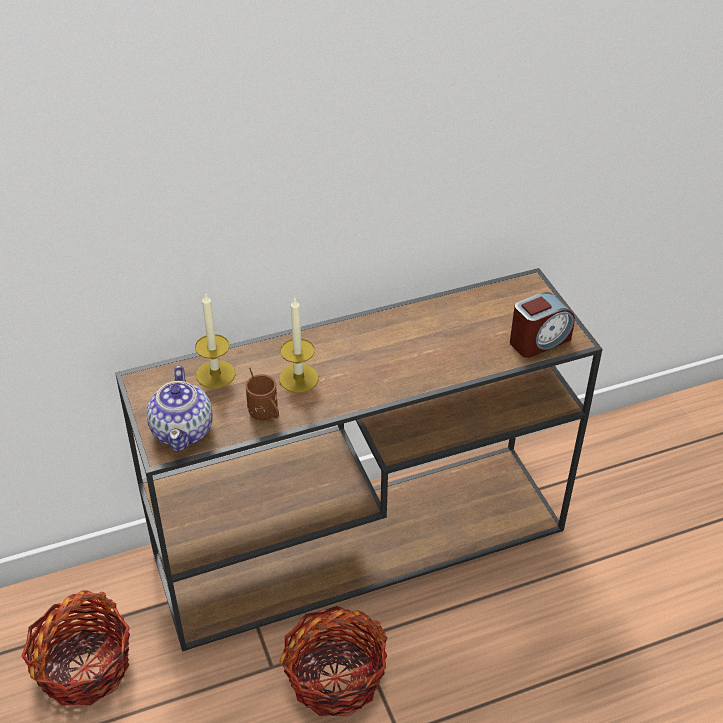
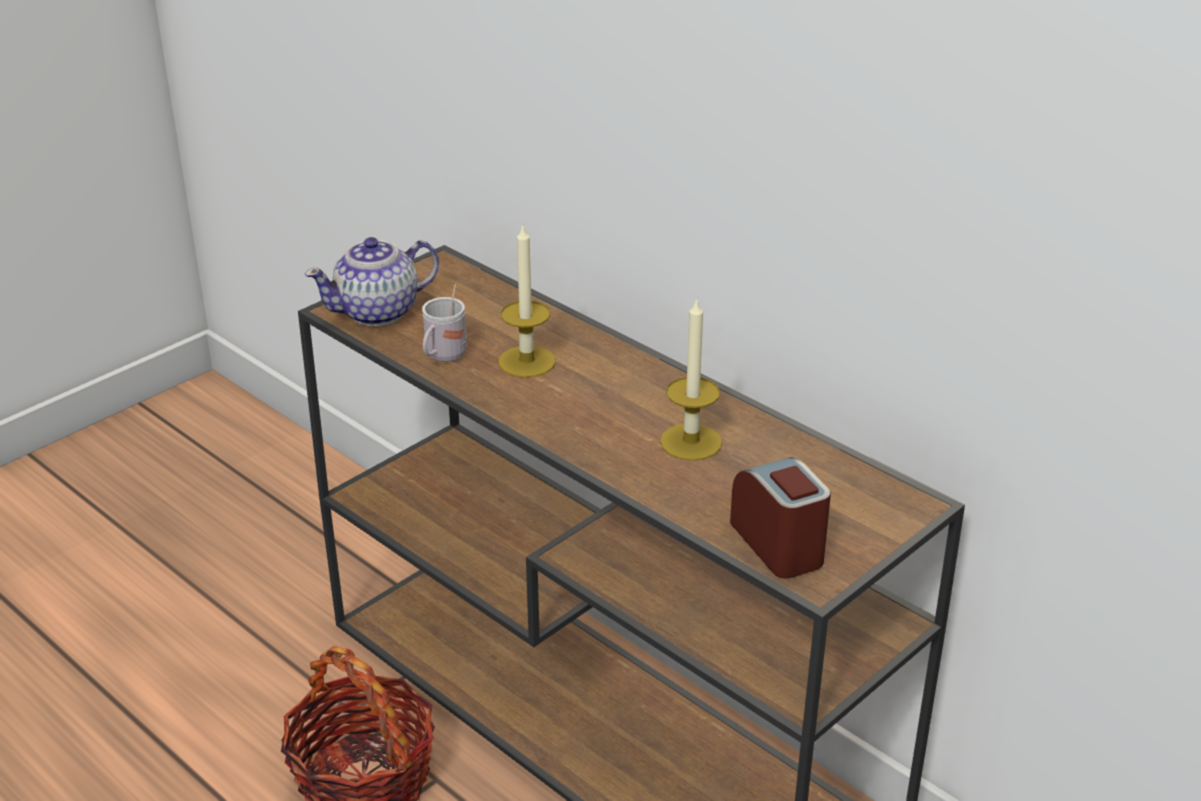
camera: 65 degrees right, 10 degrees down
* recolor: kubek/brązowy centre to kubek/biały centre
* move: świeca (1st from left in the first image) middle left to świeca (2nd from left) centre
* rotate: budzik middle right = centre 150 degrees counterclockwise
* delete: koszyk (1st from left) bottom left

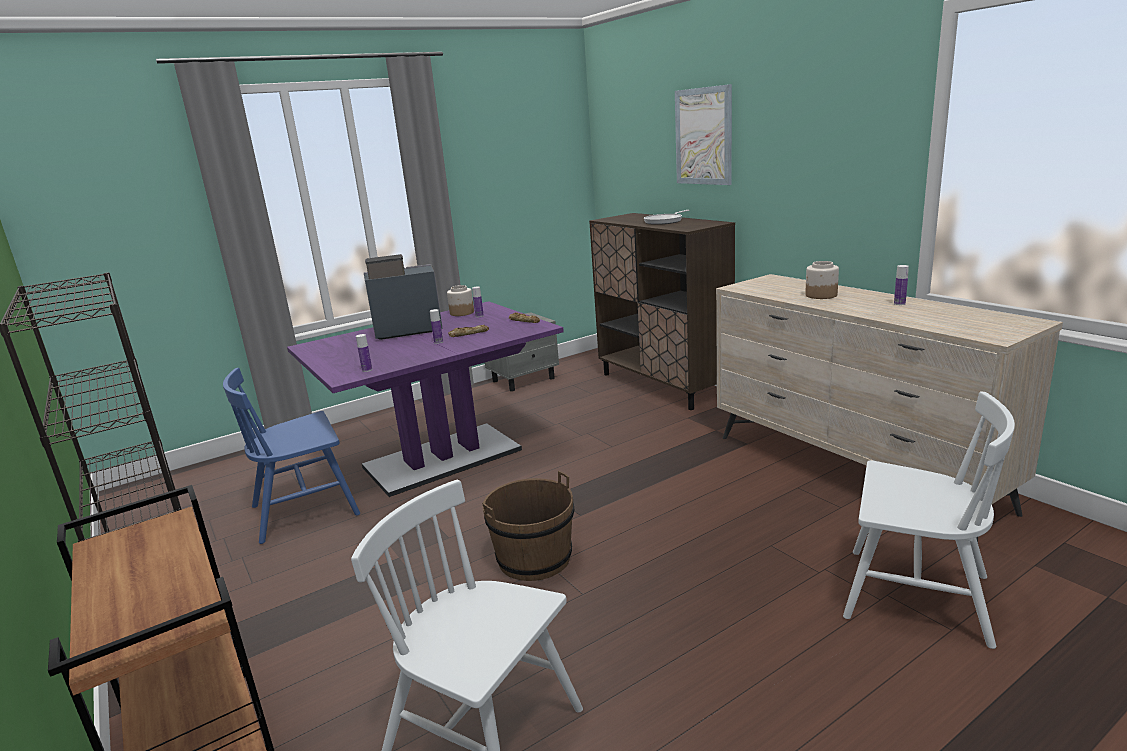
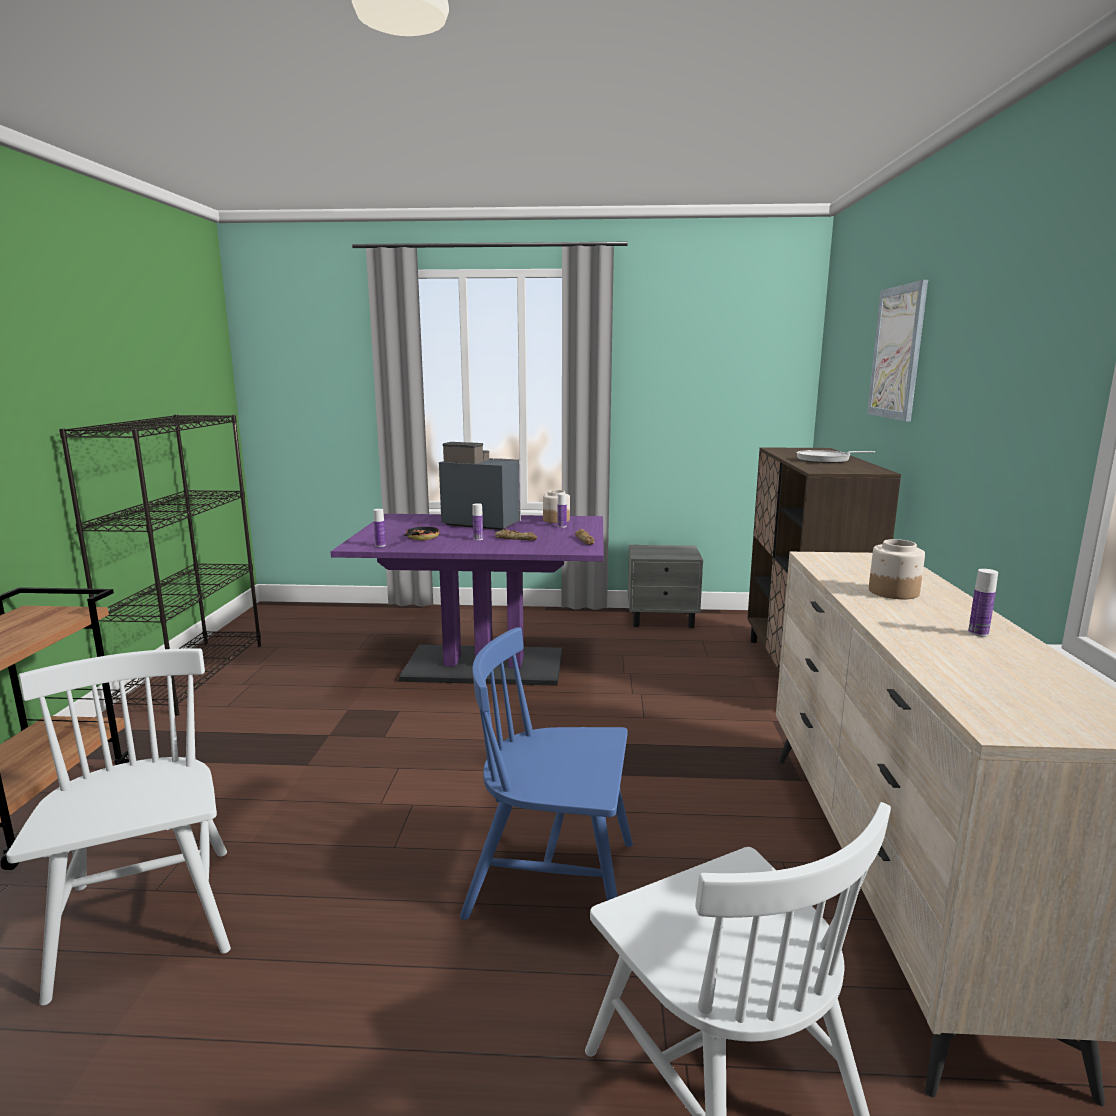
camera: 35 degrees right, 5 degrees down
* insert: patelnia (1st from left) centre
* move: krzesło/niebieski middle left to bottom centre
* delete: wiadro/brązowy bottom centre

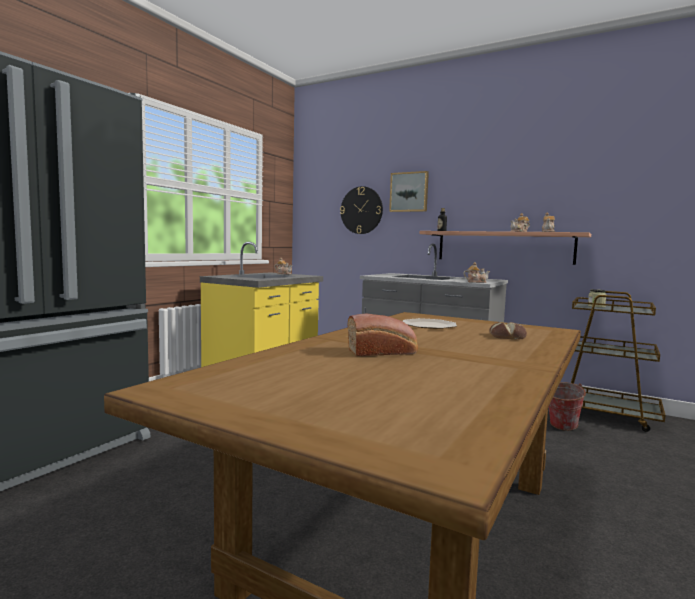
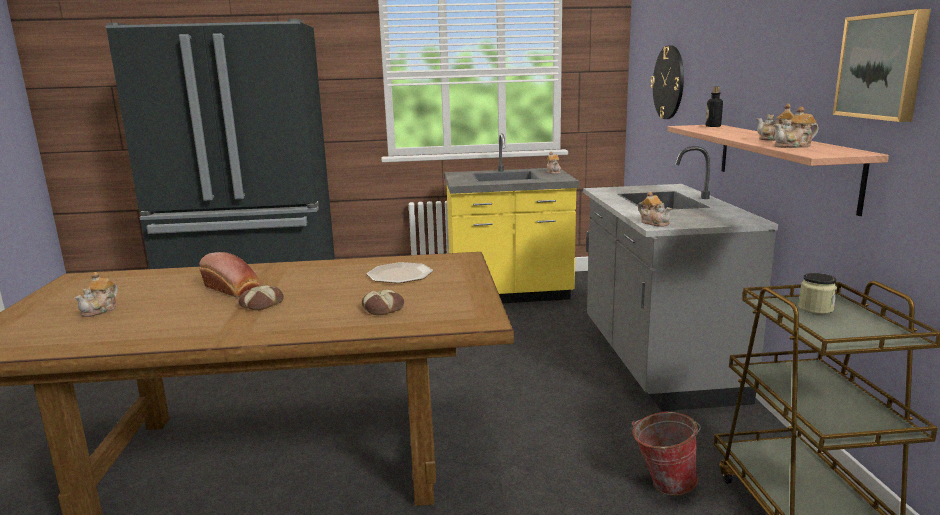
camera: 55 degrees right, 10 degrees up
* insert: imbryk (1st from left) middle left
* insert: chleb (2nd from left) middle left
* move: obraz top centre to top right

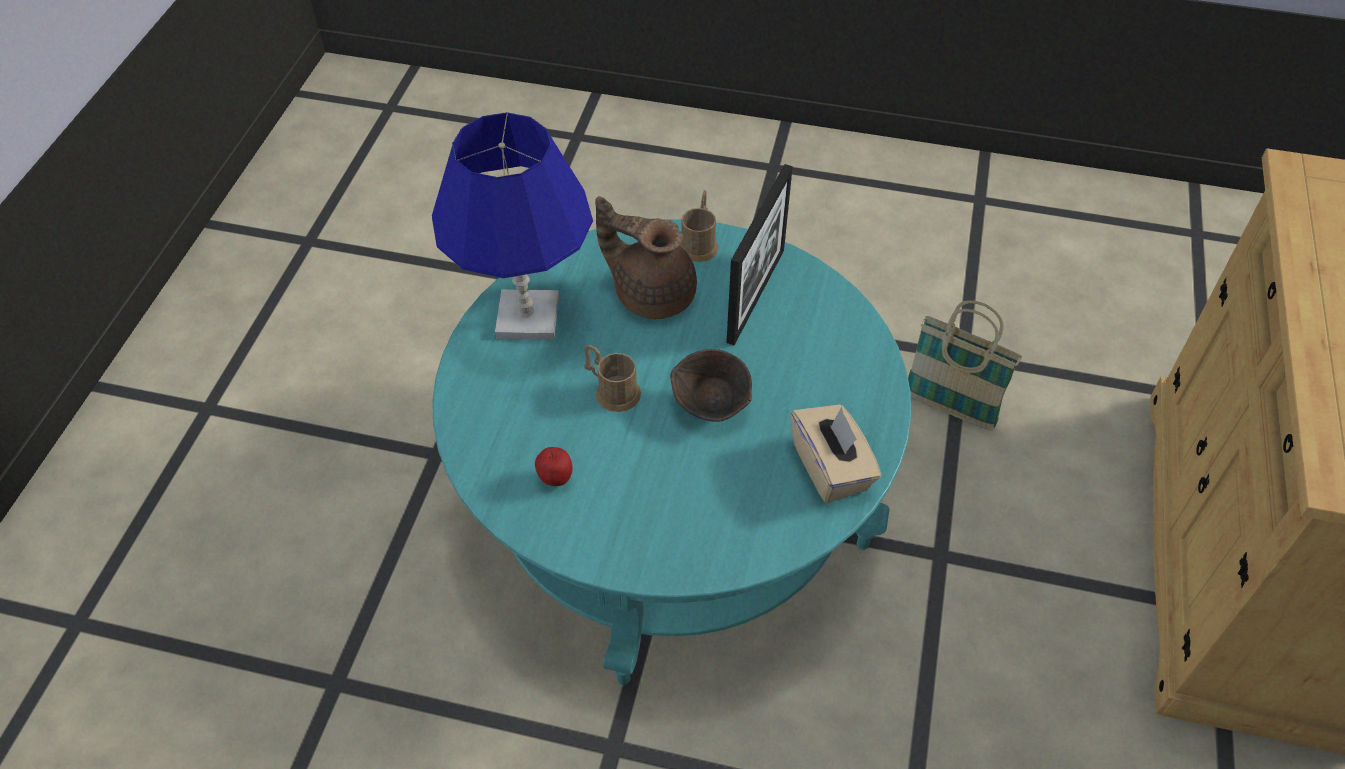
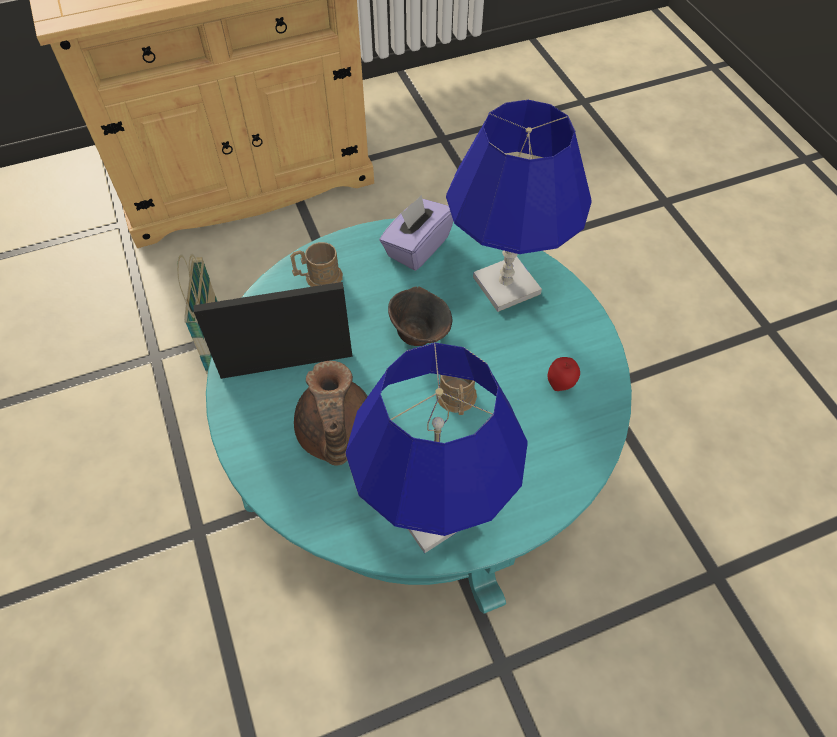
camera: 125 degrees left, 5 degrees up
* move: kubek/brązowy (2nd from left in the first image) top centre to kubek/brązowy (1st from left) centre
* recolor: pudełko chusteczek/beżowy centre to pudełko chusteczek/fioletowy top centre
* insert: lampa stołowa/niebieski (2nd from left) top centre

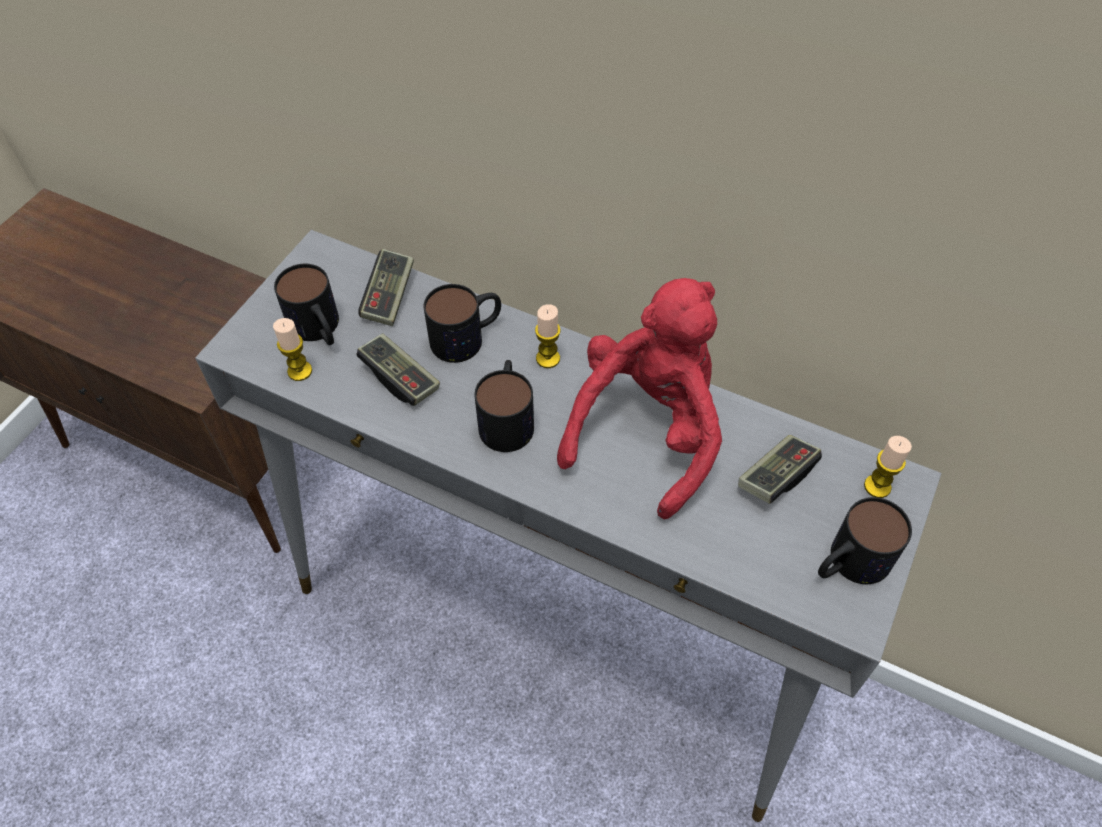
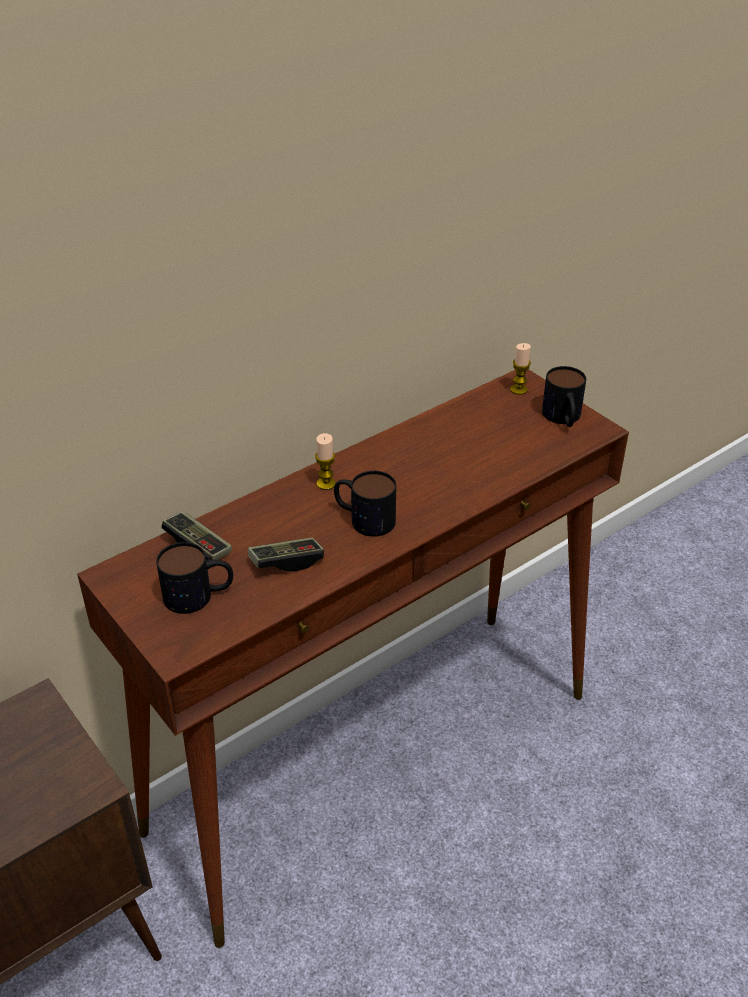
camera: 65 degrees left, 15 degrees down
* recolor: stolik konsolowy/szary centre to stolik konsolowy/brązowy centre
* delete: świeca (1st from left) middle left
* delete: kubek (2nd from left) centre
* delete: pluszak/czerwony centre
* delete: pad do gier (3rd from left) middle right

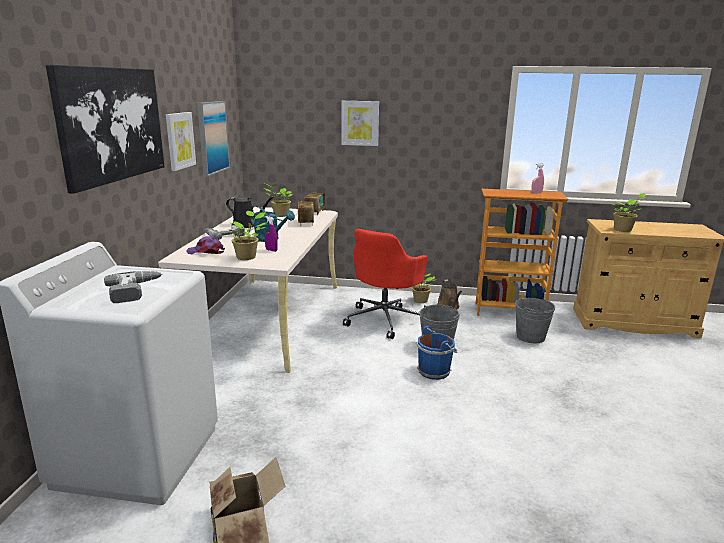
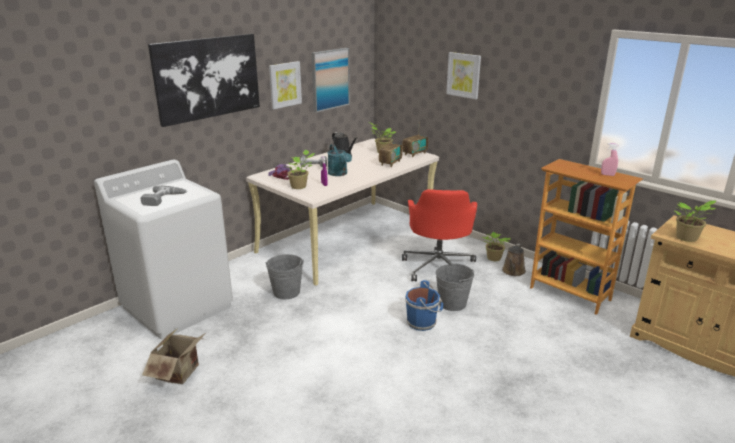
camera: 35 degrees right, 5 degrees up
* move: wiadro/szary (2nd from left in the first image) middle right to wiadro/szary (1st from left) centre
* rotate: krzesło biurowe/czerwony centre = centre 60 degrees counterclockwise

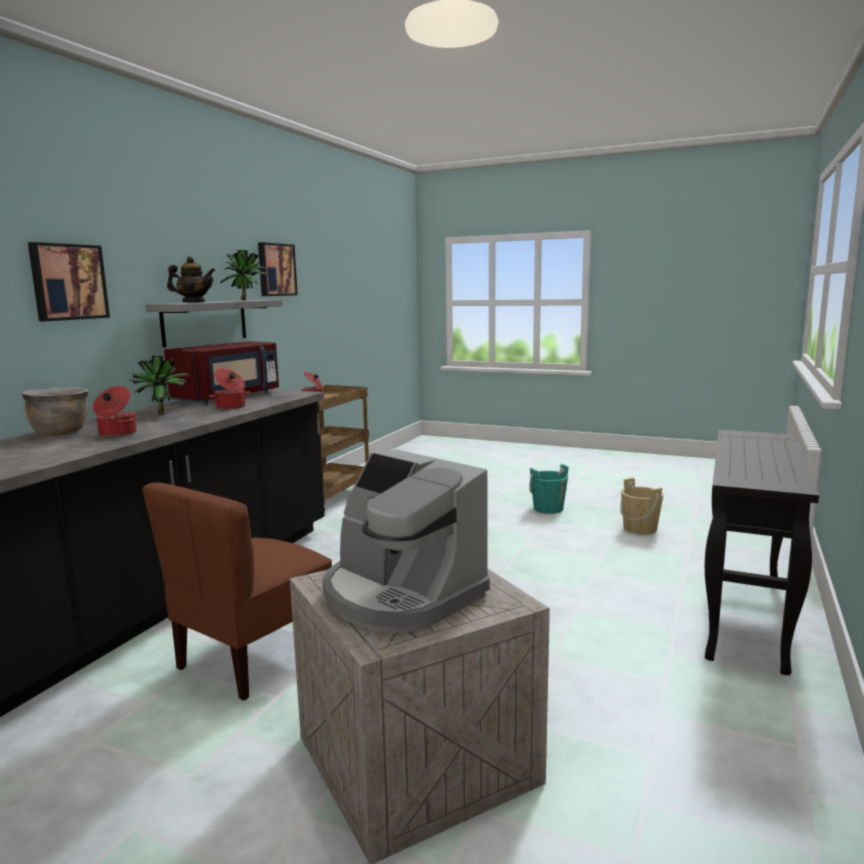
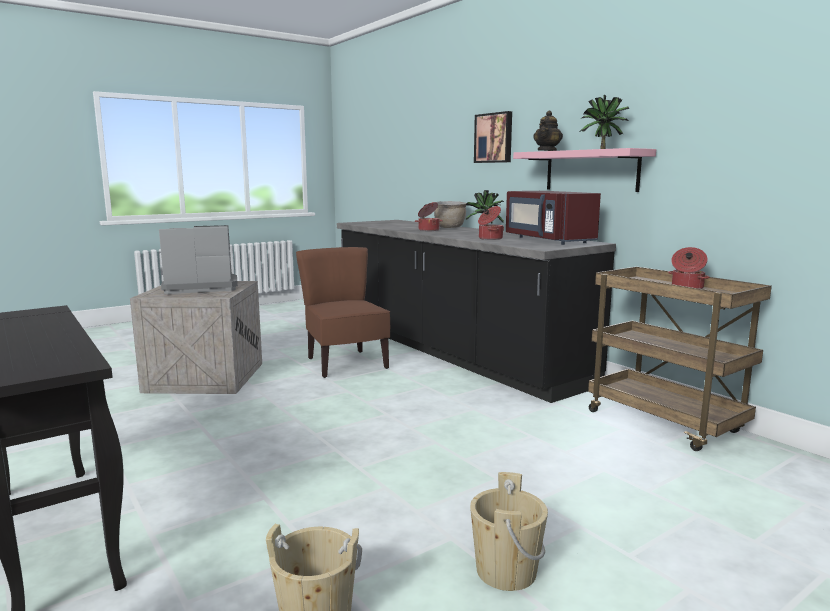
camera: 120 degrees right, 0 degrees up
* recolor: wiadro/turkusowy centre to wiadro/beżowy (2nd from left) bottom centre
* recolor: półka/szary middle left to półka/różowy top right
* delete: obraz (2nd from left) top left

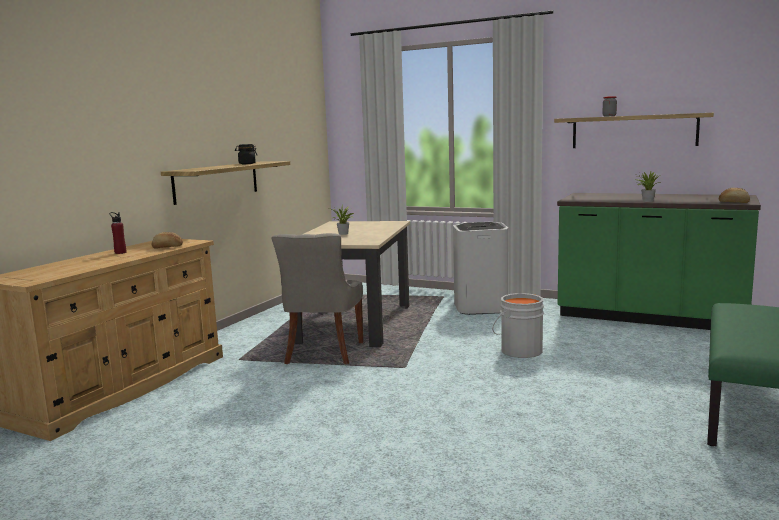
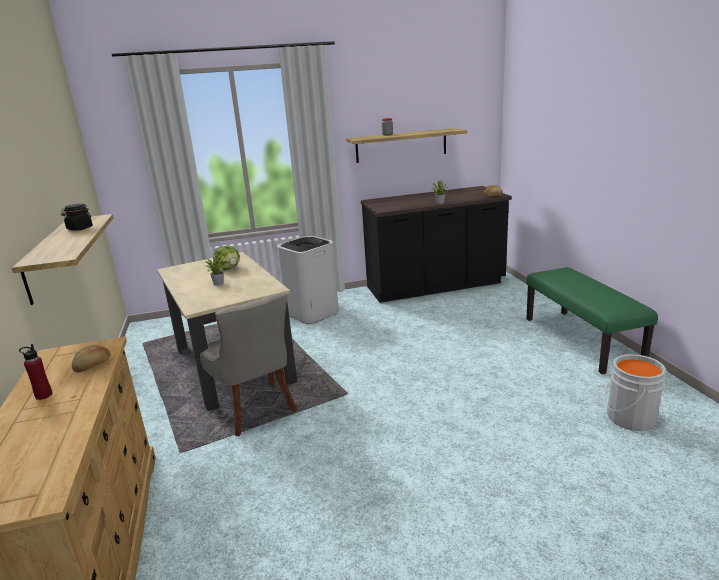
camera: 40 degrees left, 10 degrees up
* insert: sałata middle left
* recolor: zabudowa kuchenna/zielony middle right to zabudowa kuchenna/czarny centre
* move: wiadro/szary centre to bottom right

